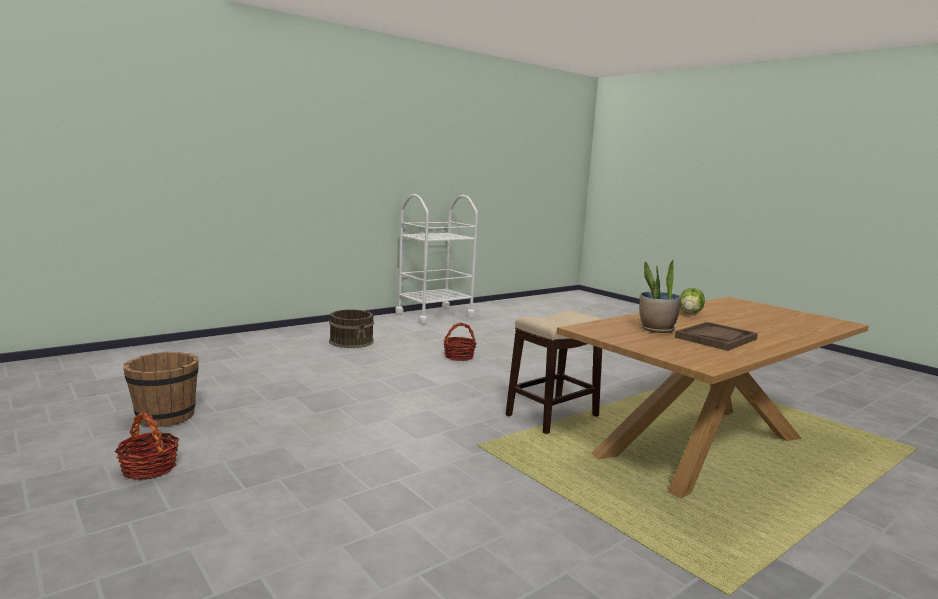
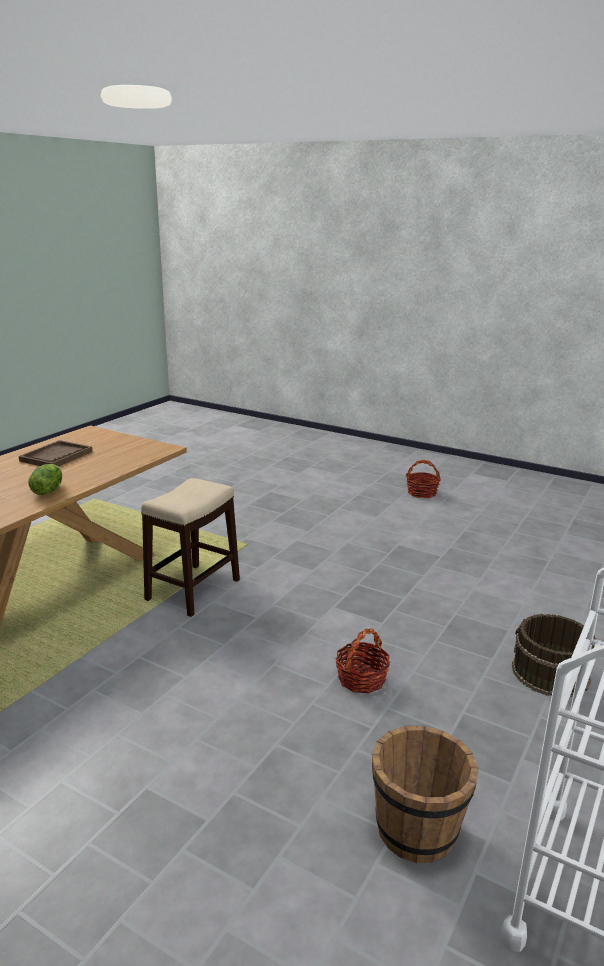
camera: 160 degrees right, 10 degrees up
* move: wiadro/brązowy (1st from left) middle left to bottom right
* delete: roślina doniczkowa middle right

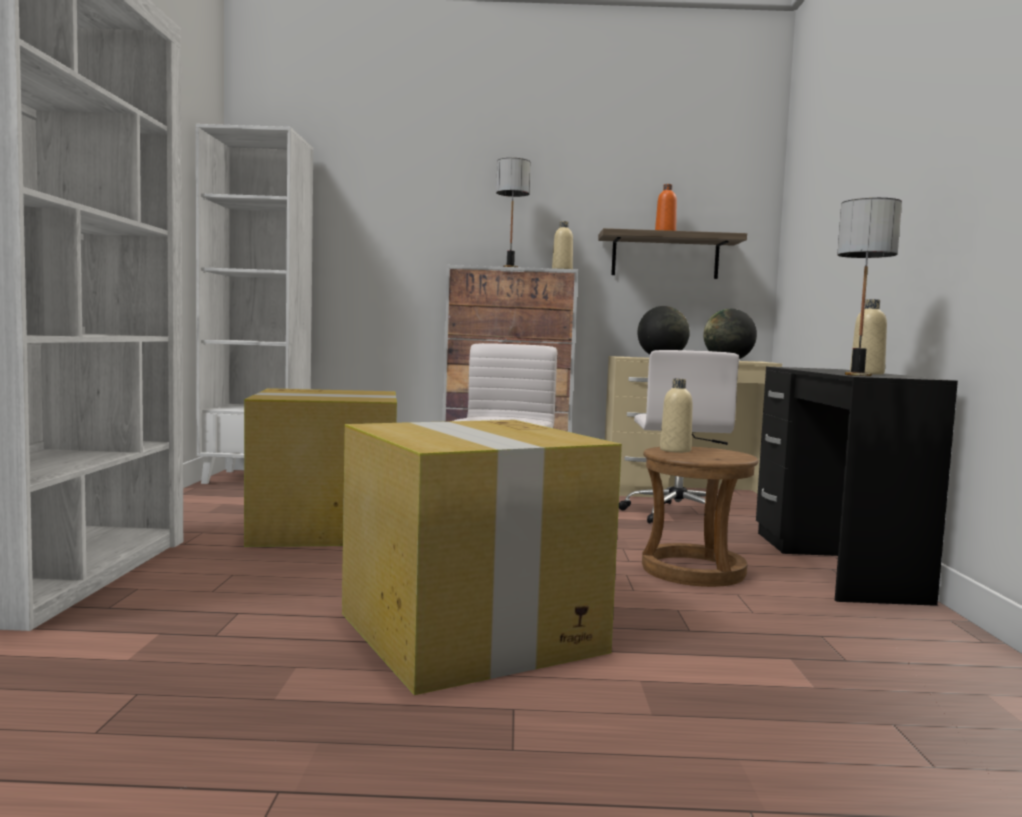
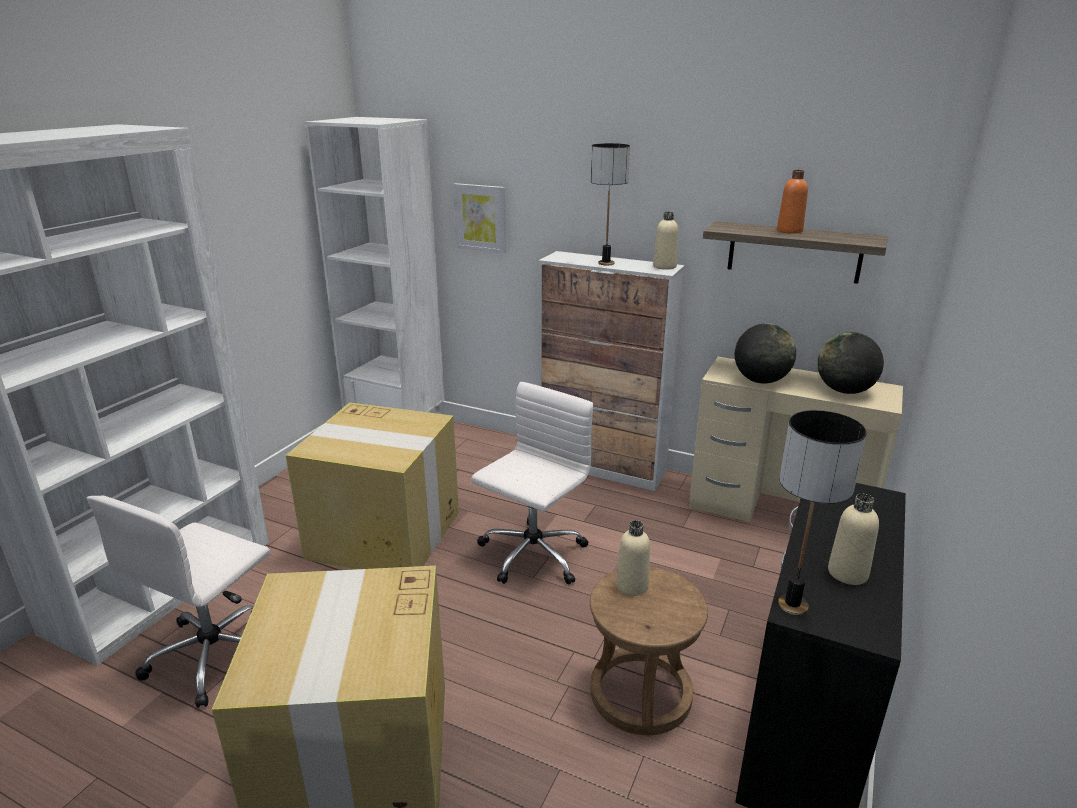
camera: 25 degrees right, 20 degrees up
* move: krzesło biurowe/biały (2nd from left in the first image) centre to krzesło biurowe/biały (1st from left) bottom left
* insert: obraz top centre

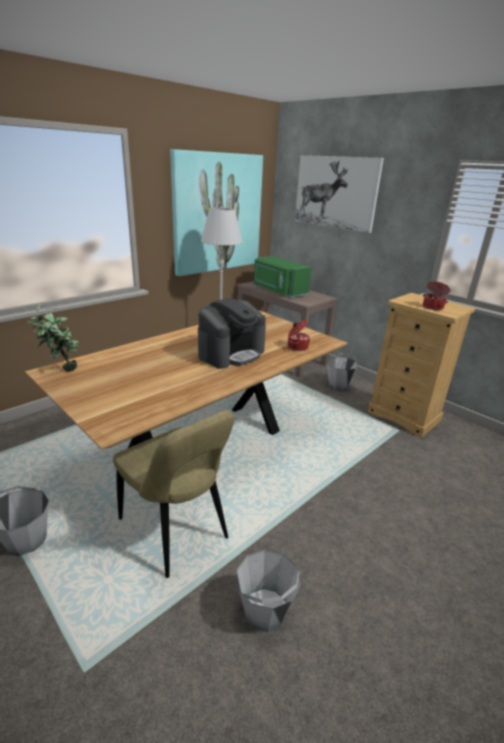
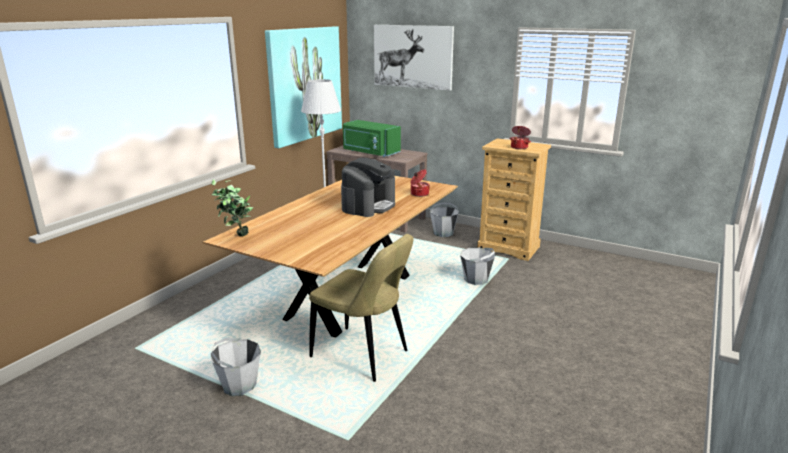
camera: 15 degrees left, 5 degrees down
* move: wiadro/szary (2nd from left in the first image) bottom centre to wiadro/szary (3rd from left) centre

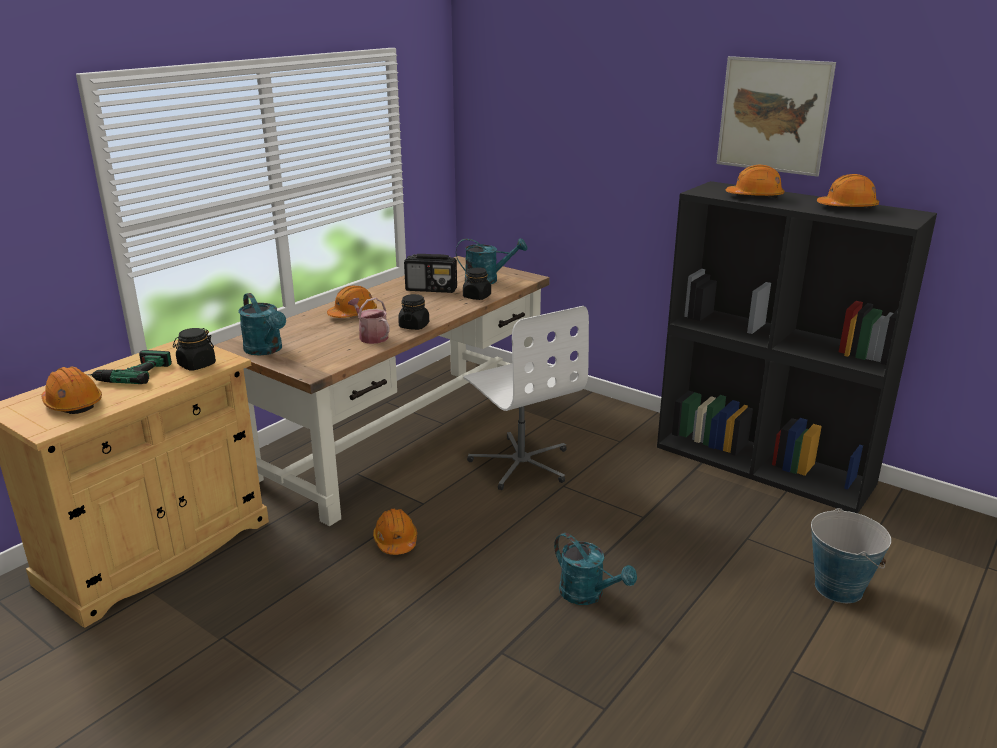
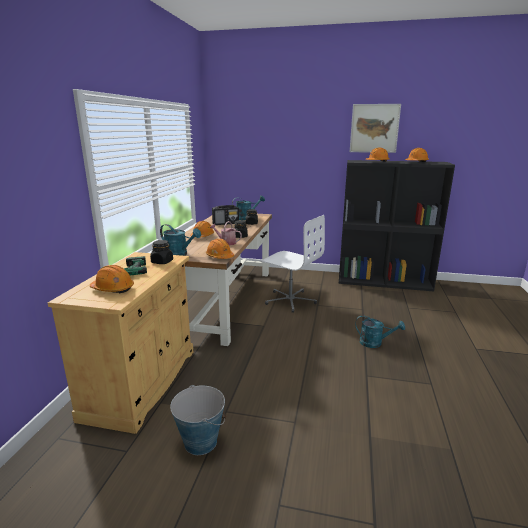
camera: 25 degrees left, 5 degrees down
* move: wiadro bottom right to bottom centre
* move: kask/pomarańczowy (3rd from left) bottom centre to centre

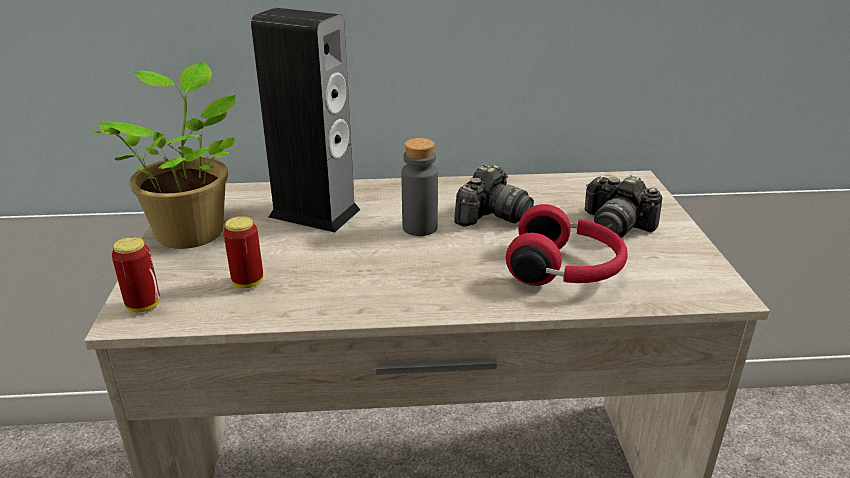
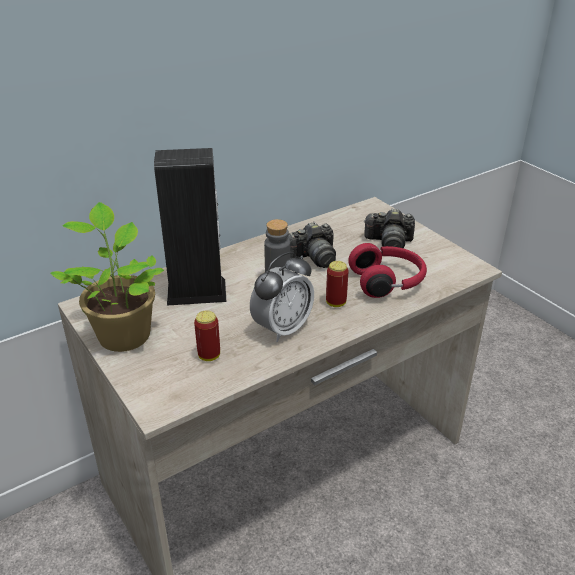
camera: 30 degrees left, 5 degrees up
* insert: budzik centre
* rotate: aparat fotograficzny (1st from left) centre = centre 60 degrees clockwise
* move: puszka (1st from left in the first image) middle left to puszka (2nd from left) centre

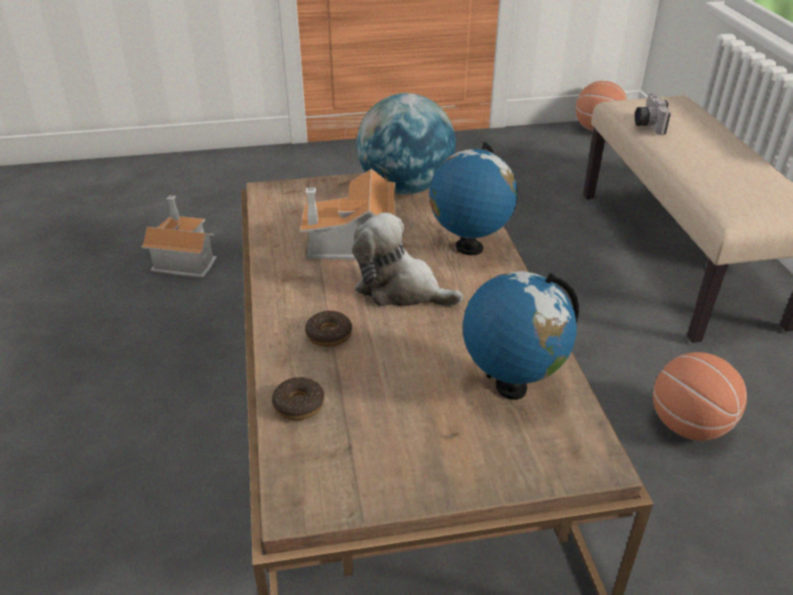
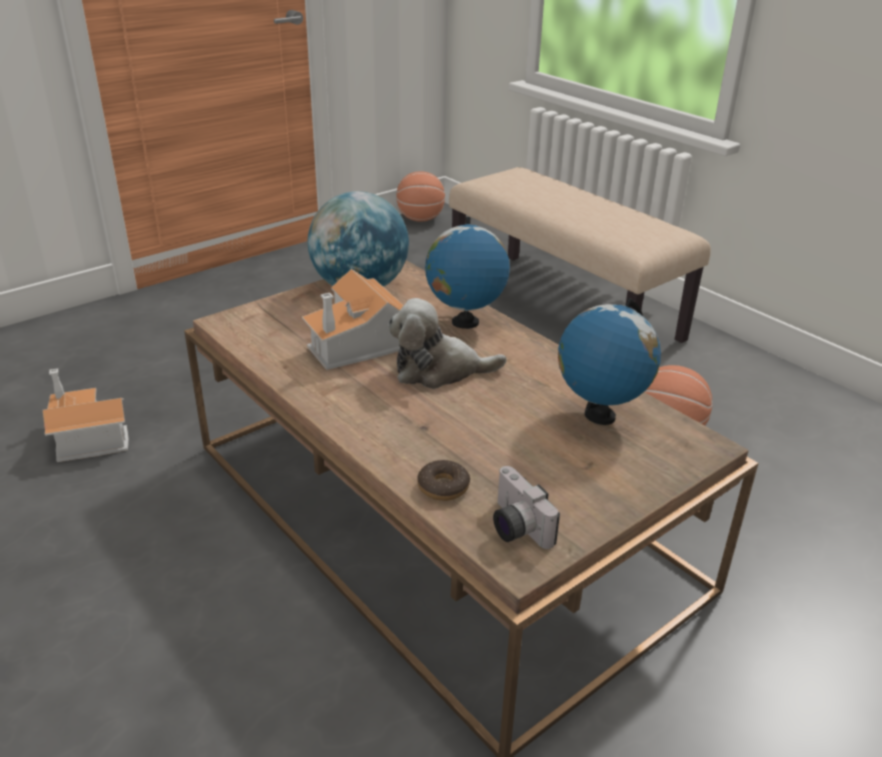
camera: 30 degrees left, 5 degrees down
* move: aparat fotograficzny top right to bottom centre
* delete: donut (2nd from left) centre

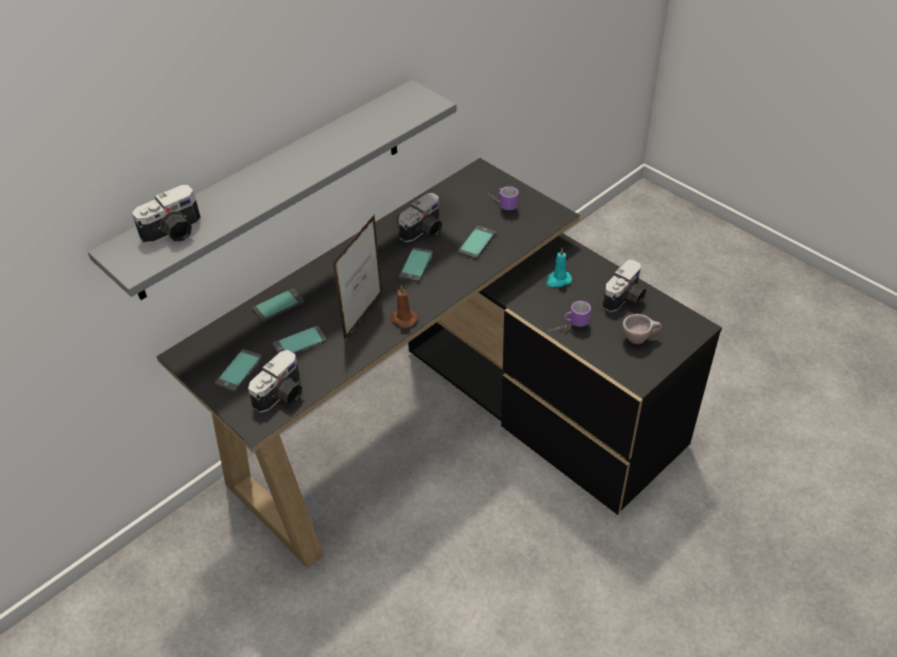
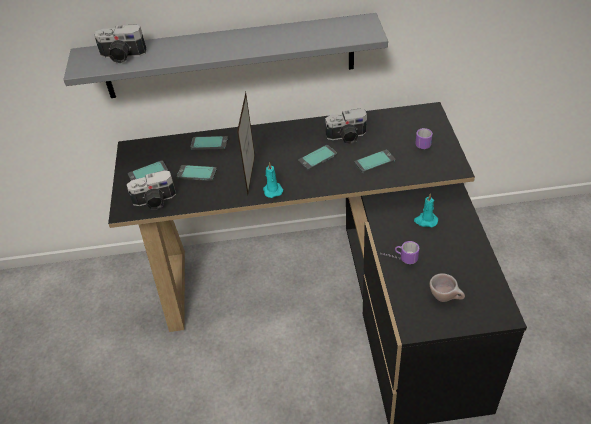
camera: 40 degrees right, 0 degrees up
* rotate: ramka na zdjęcie centre = centre 60 degrees counterclockwise
* recolor: świeca/brązowy centre to świeca/turkusowy (1st from left) centre
* delete: aparat fotograficzny (4th from left) middle right

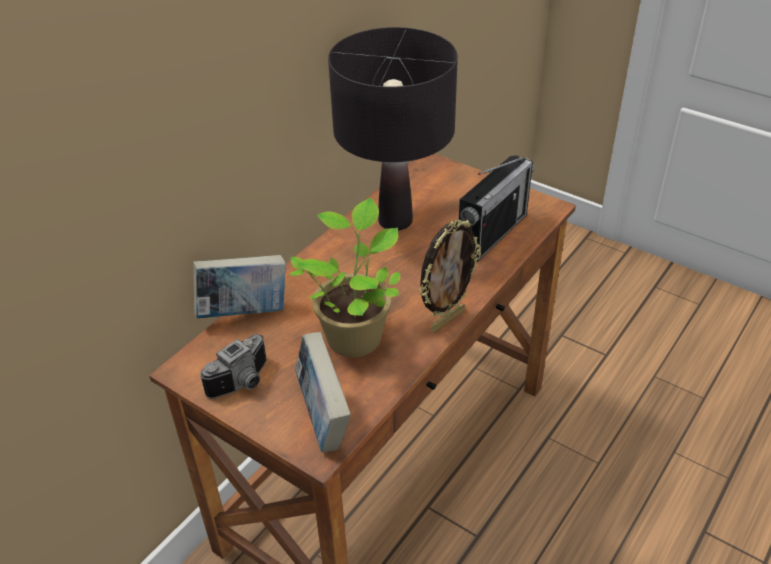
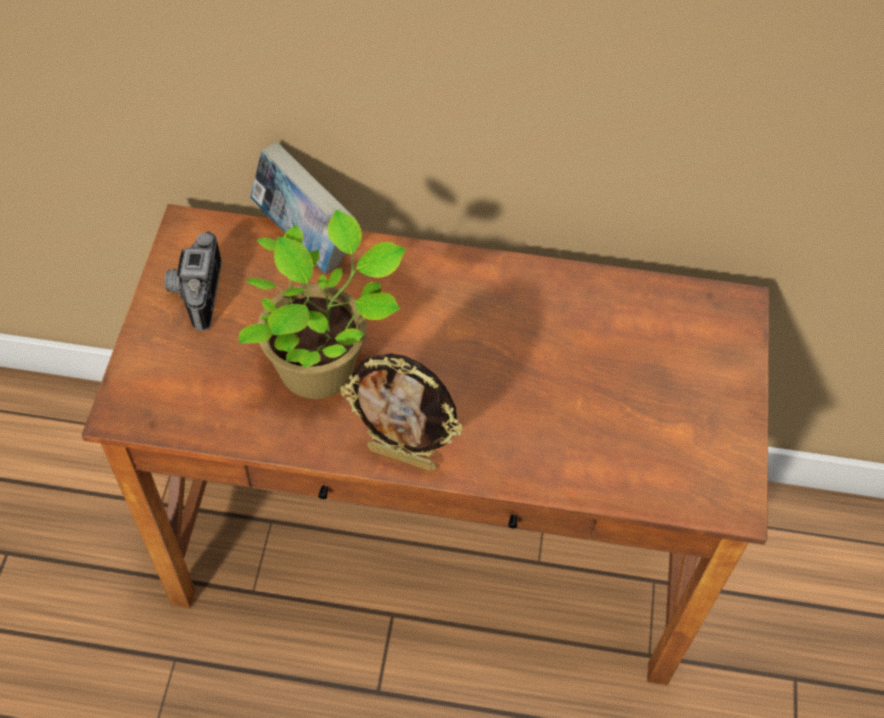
camera: 60 degrees right, 15 degrees up
* rotate: aparat fotograficzny middle left = middle left 75 degrees clockwise
* delete: książka (2nd from left) bottom centre
* delete: lampa stołowa/czarny top centre
* delete: radio centre

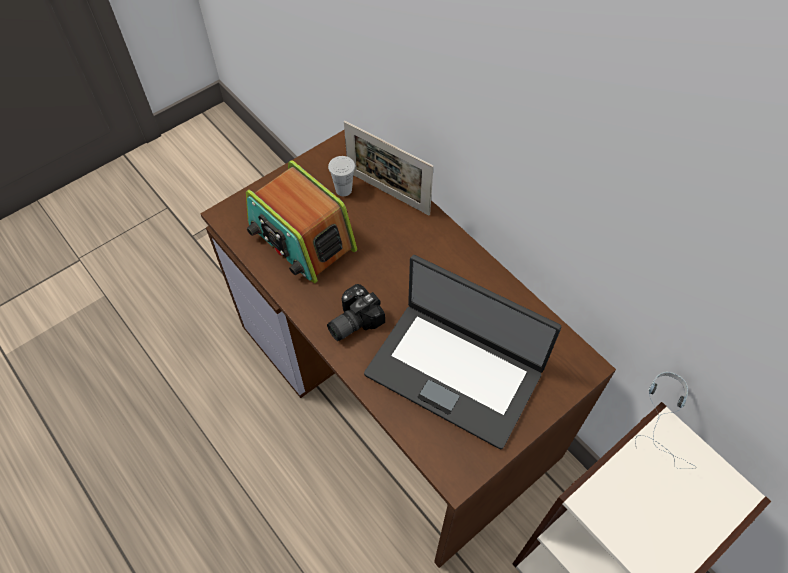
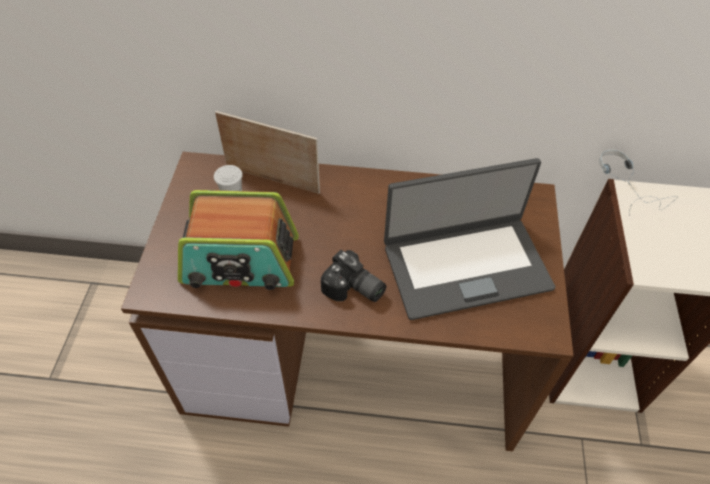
camera: 45 degrees left, 5 degrees down
* rotate: ramka na zdjęcie top centre = top centre 150 degrees counterclockwise
* rotate: aparat fotograficzny centre = centre 60 degrees counterclockwise

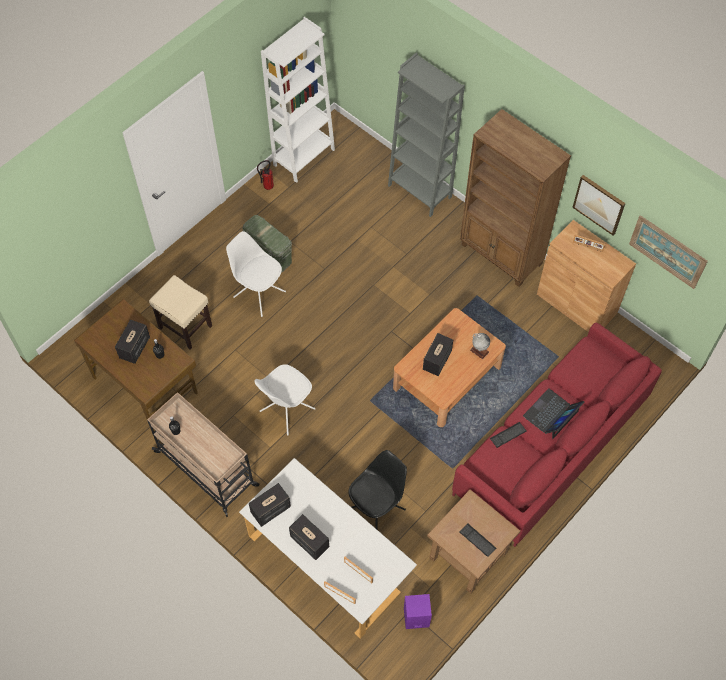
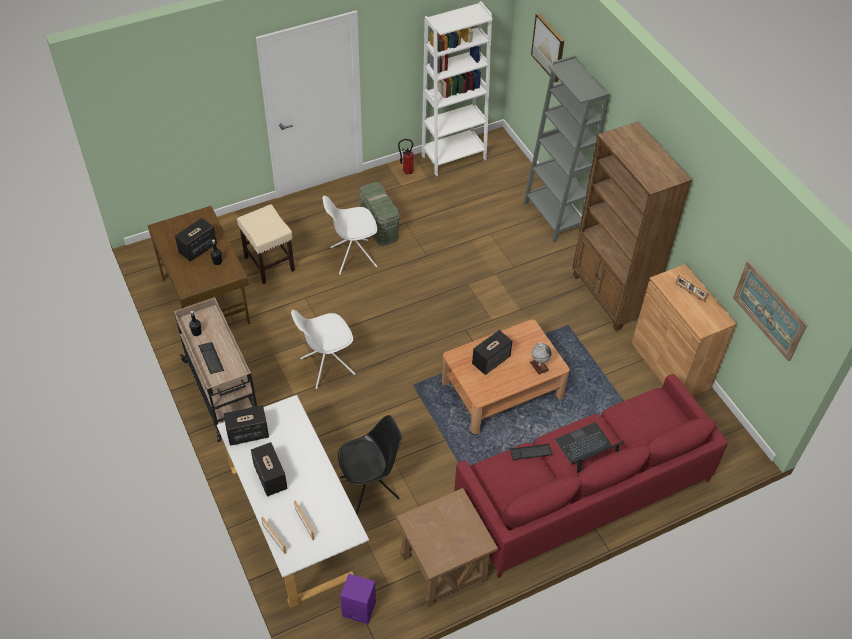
camera: 20 degrees right, 10 degrees down
* move: klawiatura (1st from left) bottom centre to middle left
* rotate: krzesło/biały (1st from left in the first image) centre = centre 75 degrees counterclockwise
* move: obraz (1st from left) top right to top centre

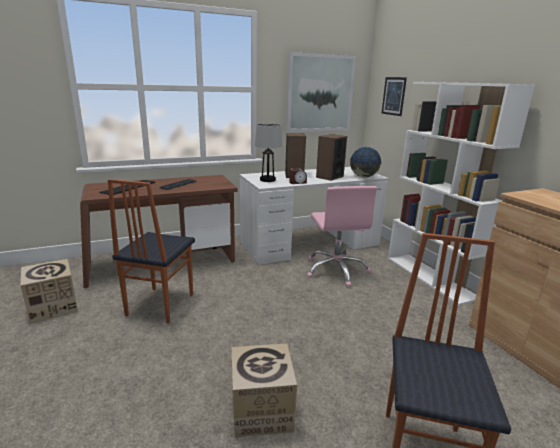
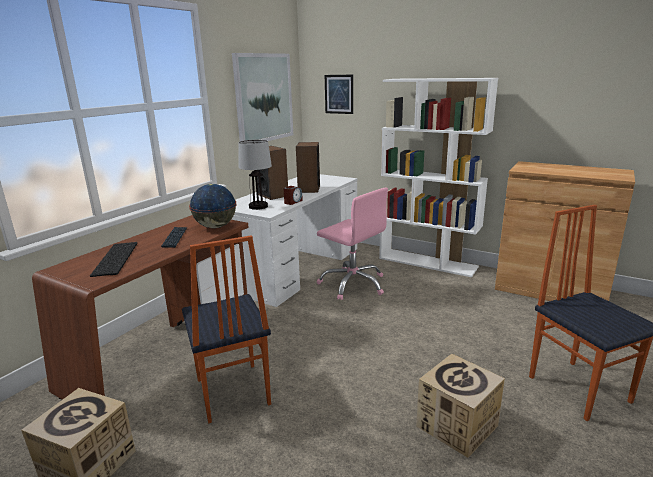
camera: 35 degrees left, 0 degrees up
* move: globus centre to middle left

